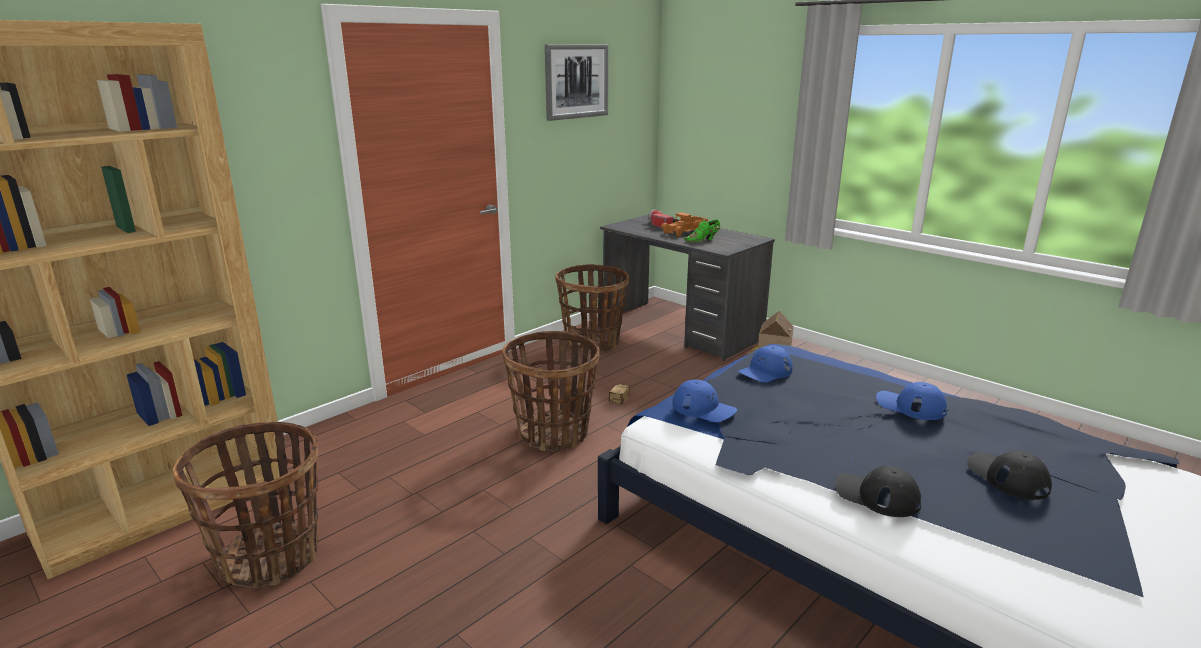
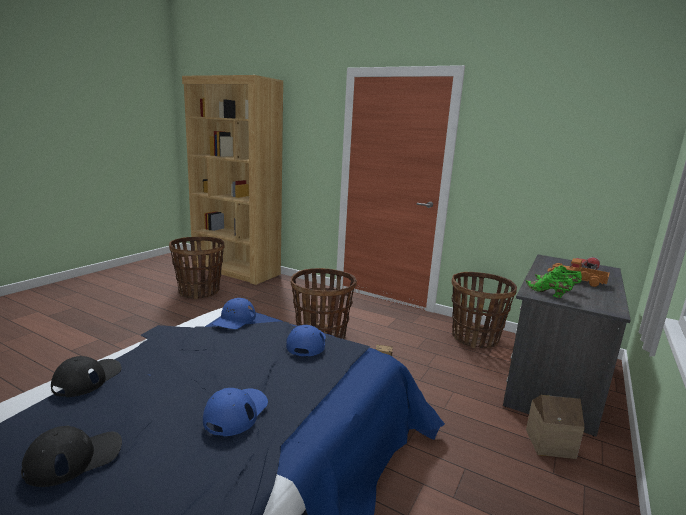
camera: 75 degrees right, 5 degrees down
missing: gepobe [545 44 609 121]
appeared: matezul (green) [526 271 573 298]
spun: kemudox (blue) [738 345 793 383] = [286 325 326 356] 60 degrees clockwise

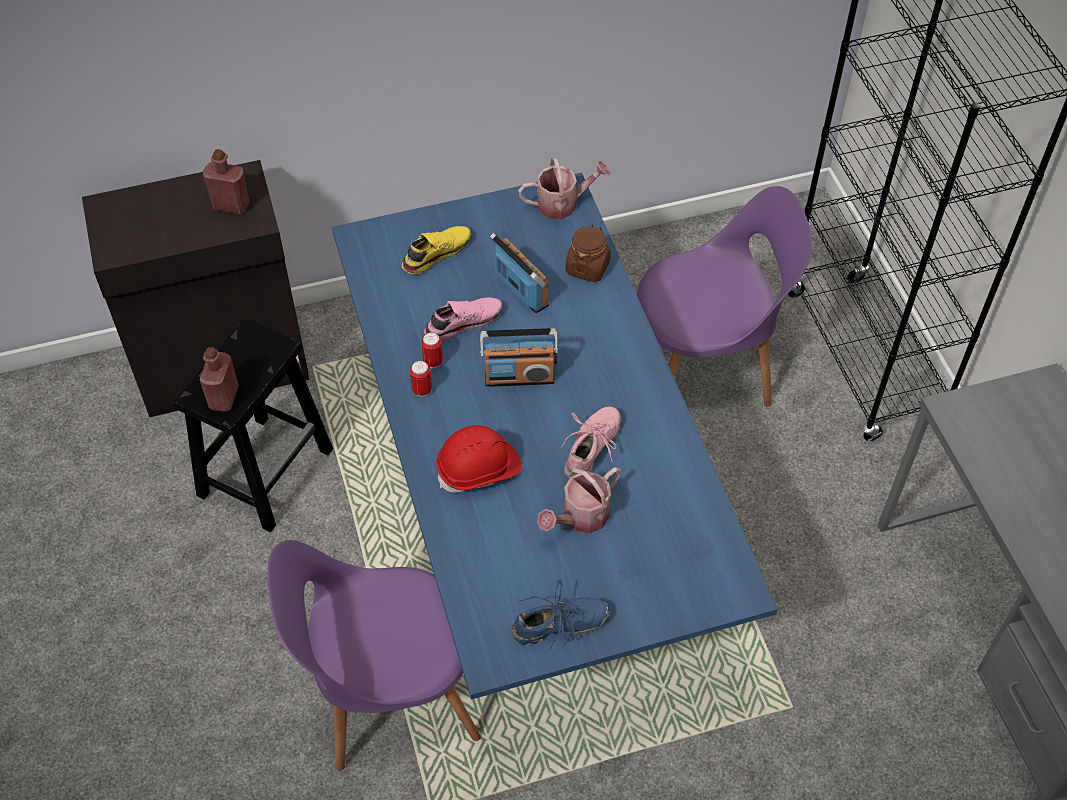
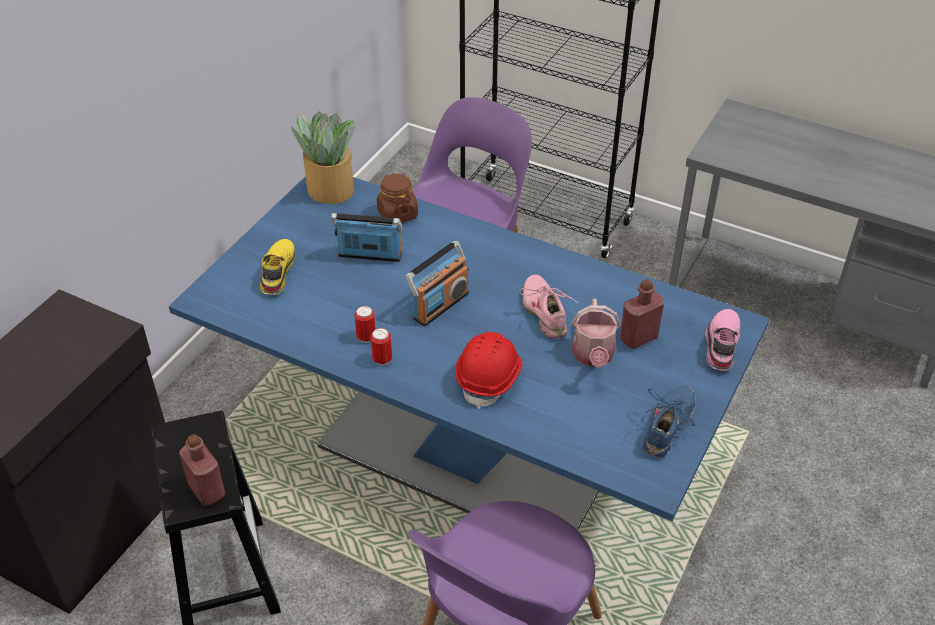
camera: 45 degrees left, 10 degrees down
relocated: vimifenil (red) [203 149 250 214] to [620 279 664 349]; matezul (pink) [424 297 502 342] to [705 309 740 371]
exchanged: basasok [518 157 610 219] to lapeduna [291 111 355 204]

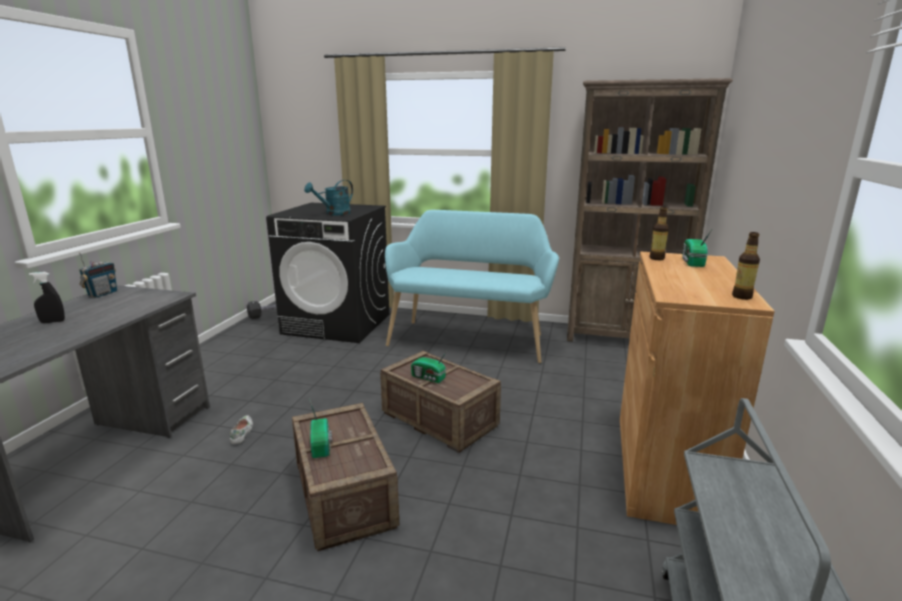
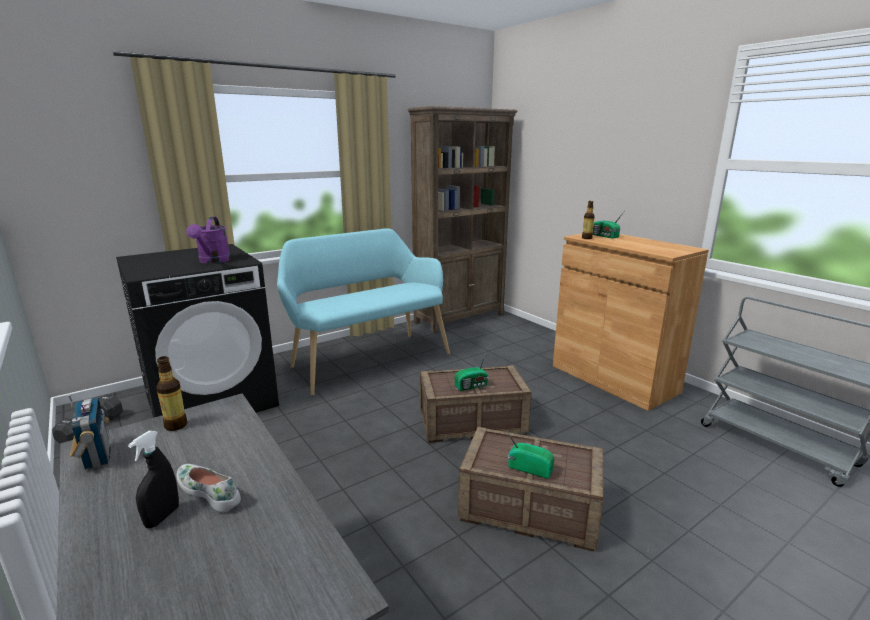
camera: 50 degrees left, 0 degrees up
relocated: vimifenil [732 232 760 300] to [156 356 188 431]; matezul (white) [230 416 253 444] to [176 464 241 512]
colour: basasok (turquoise) [304 180 353 215] to basasok (purple) [186 217 231 264]

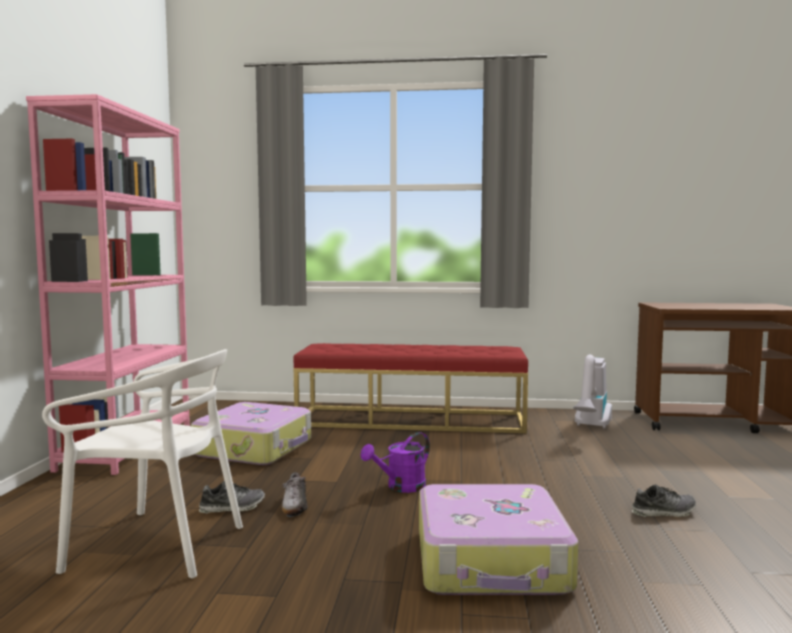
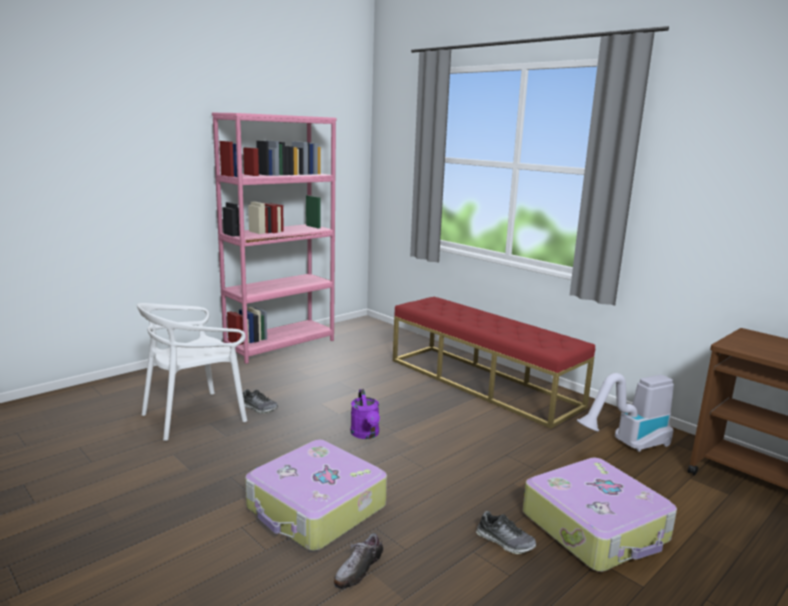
camera: 40 degrees right, 10 degrees up
relocated: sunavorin [191 402 311 465] to [523 457 677 572]; matezul [282 472 308 517] to [334 533 383 589]
spun: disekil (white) [42 349 243 578] = [137 303 247 441] 90 degrees clockwise; basasok (purple) [360 432 430 493] = [351 389 380 439] 105 degrees counterclockwise

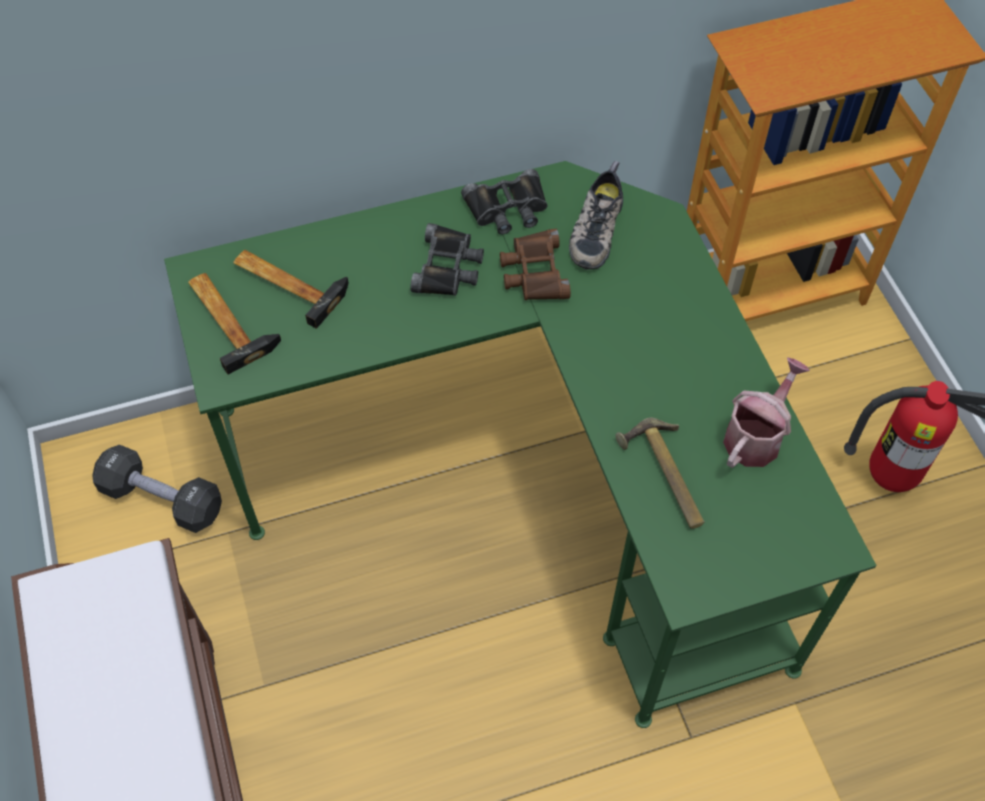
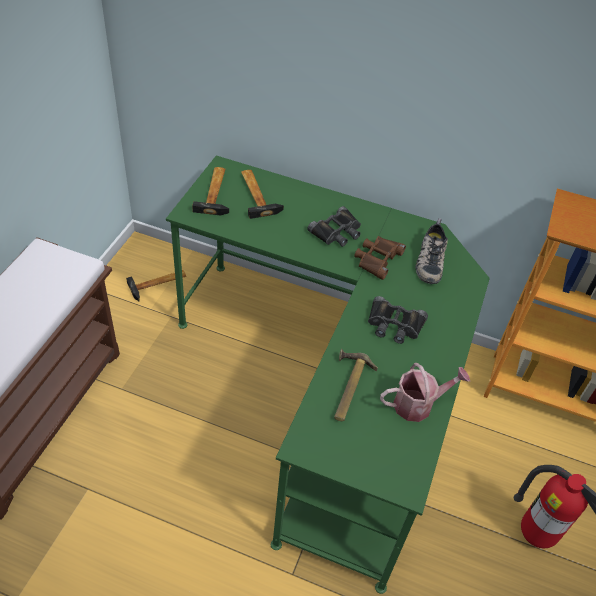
camera: 35 degrees right, 10 degrees down
relocated: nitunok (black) [461 169 548 234] to [368 296 428 344]
exchanged: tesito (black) [92 445 222 533] to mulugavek [126 270 186 301]
spun: matezul [569 161 623 270] = [415 218 448 284] 45 degrees counterclockwise

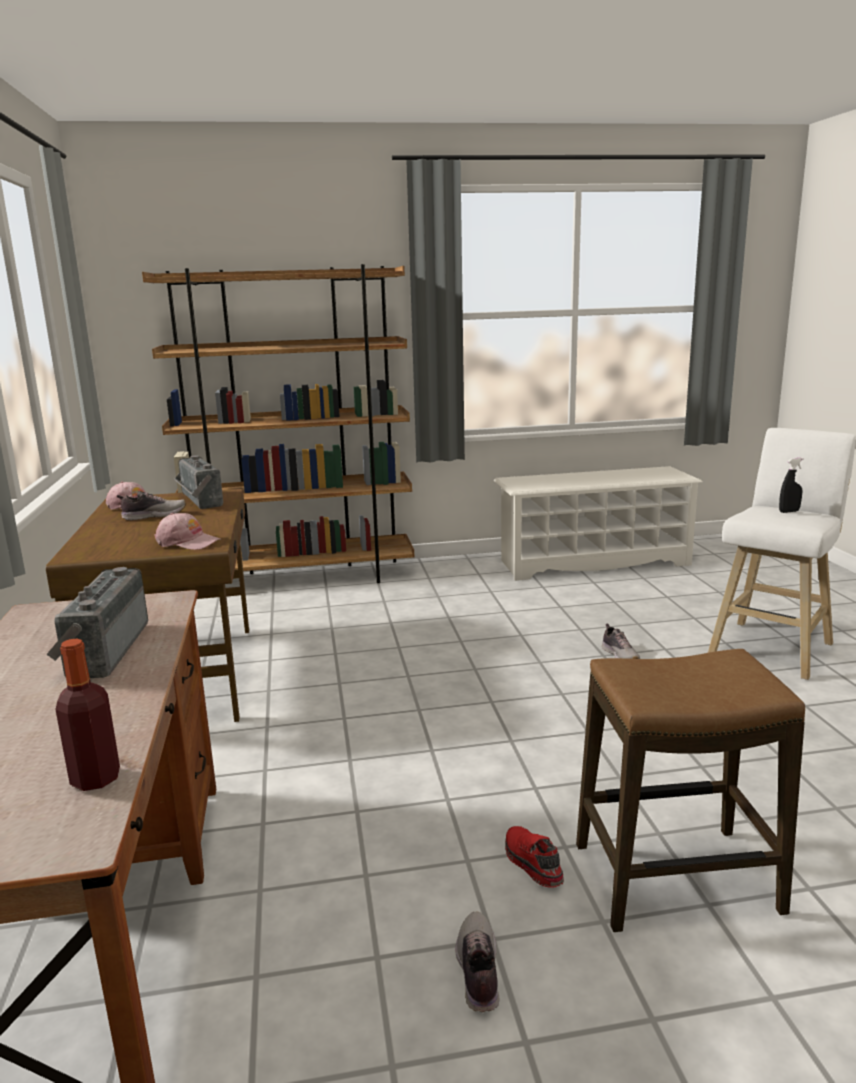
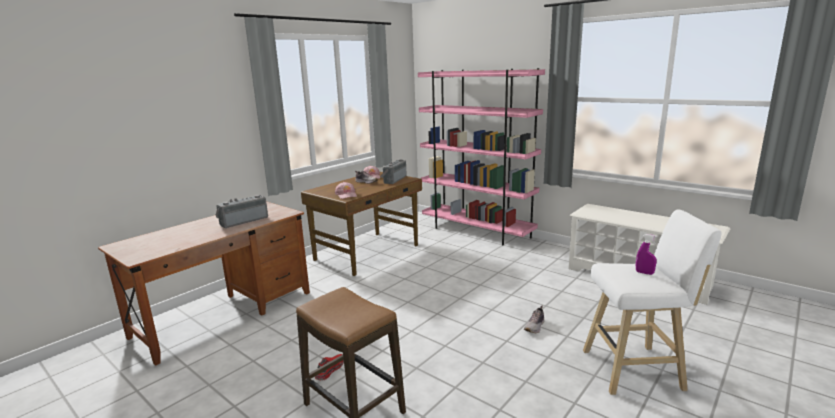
camera: 50 degrees right, 0 degrees up
missing: vimifenil [55 638 120 791]; matezul [455 912 499 1012]
colour: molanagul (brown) [142 264 414 583] to molanagul (pink) [418 68 545 245]; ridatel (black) [779 458 804 513] to ridatel (purple) [636 234 657 275]

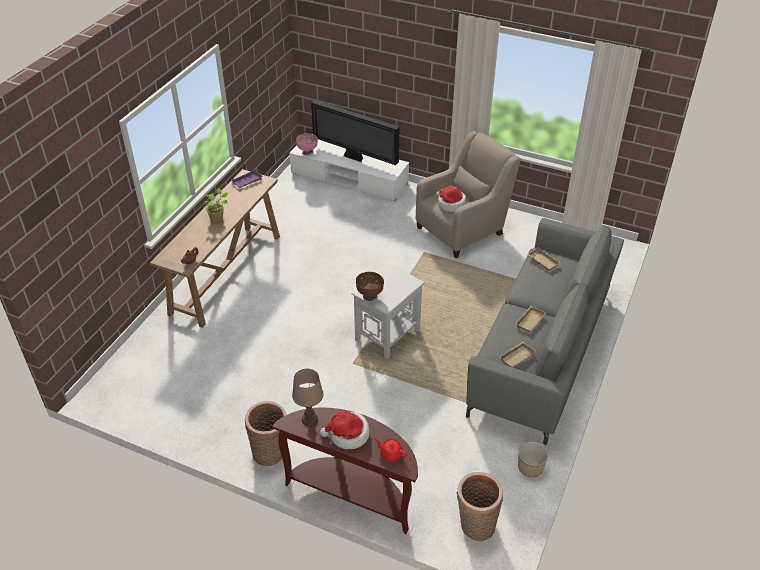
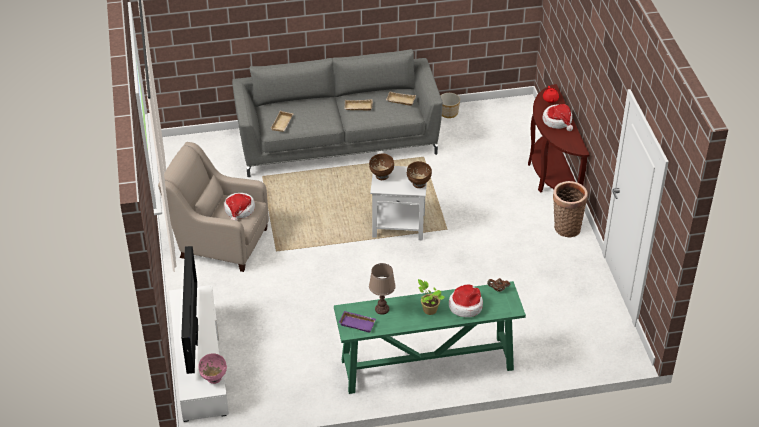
camera: 125 degrees left, 0 degrees up
missing: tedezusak [457 472 503 541]
appeared: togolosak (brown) [369 154 394 180]; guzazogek [449 285 483 317]
relocated: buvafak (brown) [292 369 324 426] to [369 263 396 315]
colour: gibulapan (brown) [150 169 280 328] to gibulapan (green) [334 281 526 394]

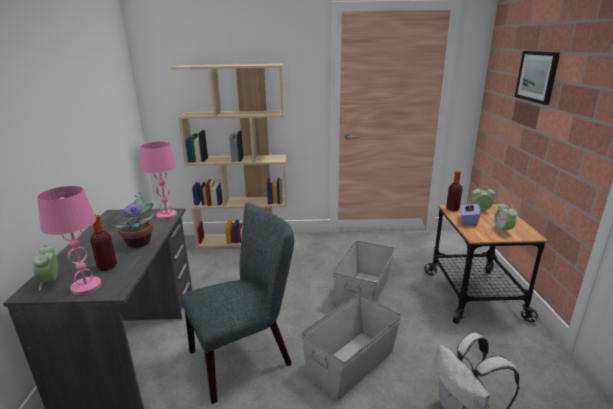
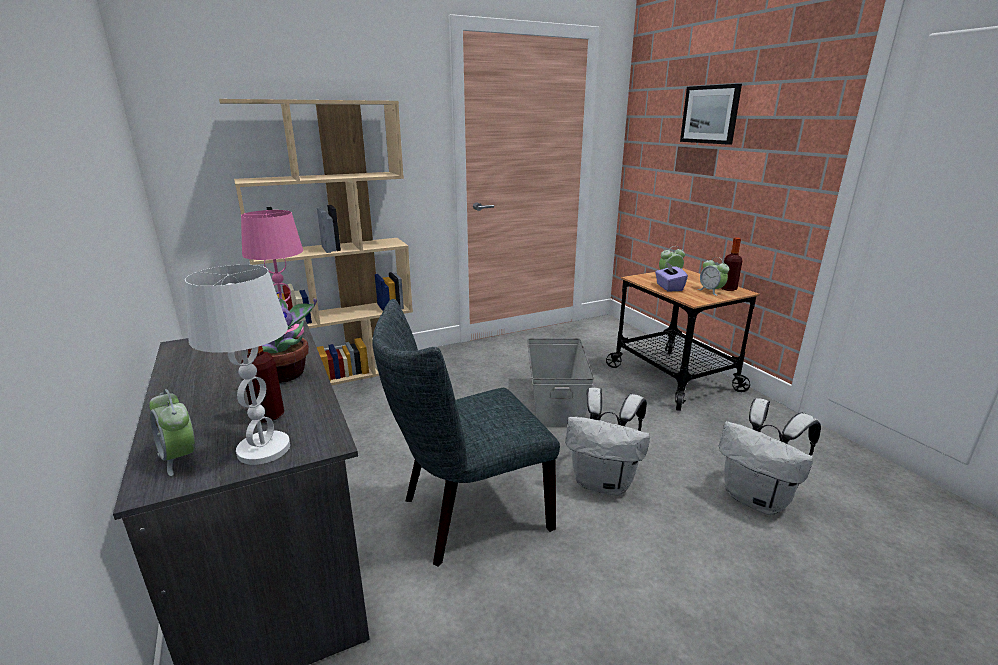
camera: 25 degrees left, 0 degrees up
relocated: vimifenil [446 171 463 211] to [721 237 743 291]
exchanged: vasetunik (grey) [301 293 402 400] to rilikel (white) [565 388 650 496]
colour: buvafak (pink) [37 186 102 295] to buvafak (white) [185 265 290 465]
spun: disekil (grey) [181 202 294 404] = [372 299 560 567] 150 degrees counterclockwise

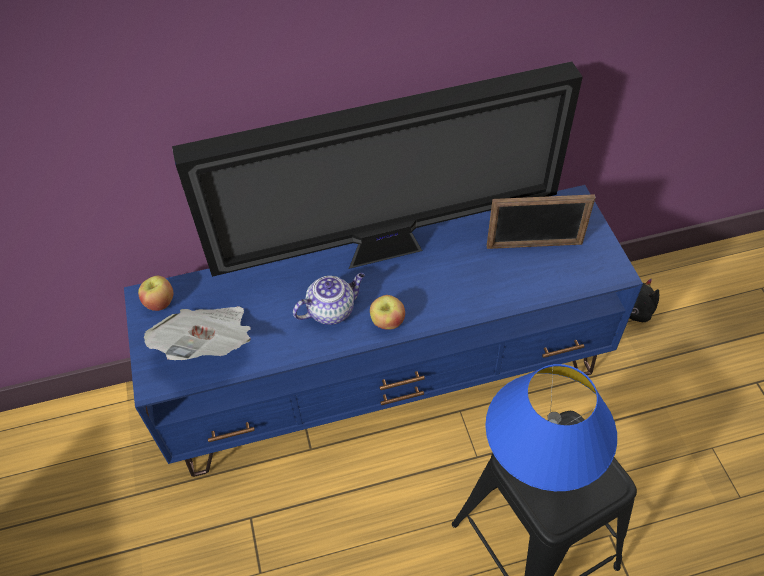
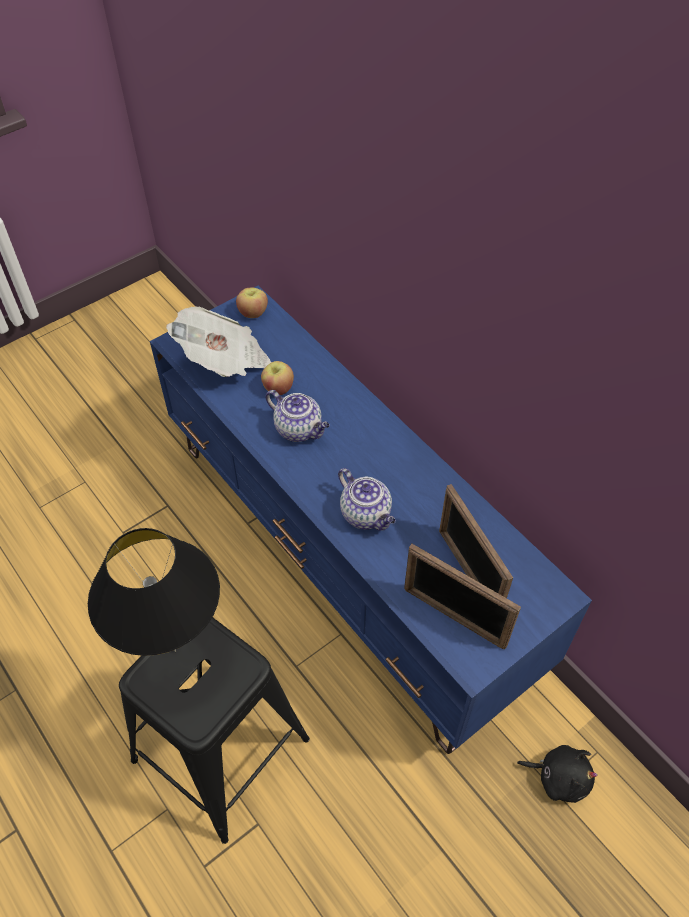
camera: 65 degrees right, 0 degrees up
missing: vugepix [172 62 583 277]
appeared: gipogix [338 468 396 531]; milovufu [404 544 521 650]
relocated: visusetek [370 295 405 330] to [261 361 294 395]
colour: buvafak (blue) [485 364 617 491] to buvafak (black) [88 528 220 656]

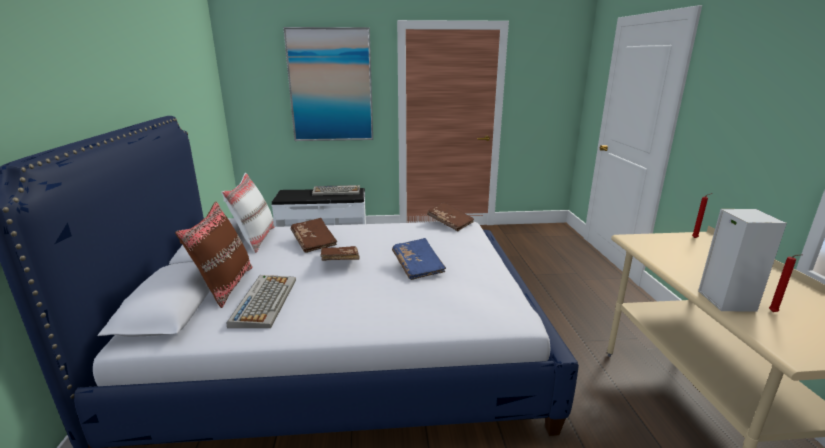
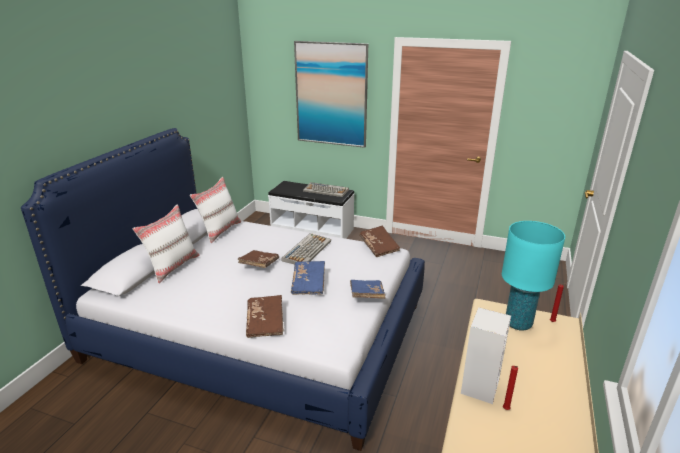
camera: 25 degrees right, 5 degrees up
appeared: buvafak (turquoise) [502 221 565 331]; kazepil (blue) [350 280 386 299]
relocated: kazepil (brown) [291 218 337 253] to [246 295 284 338]; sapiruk [226 275 296 328] to [281 233 331 265]
colour: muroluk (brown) [175 202 253 308] to muroluk (white) [132 204 200 283]

